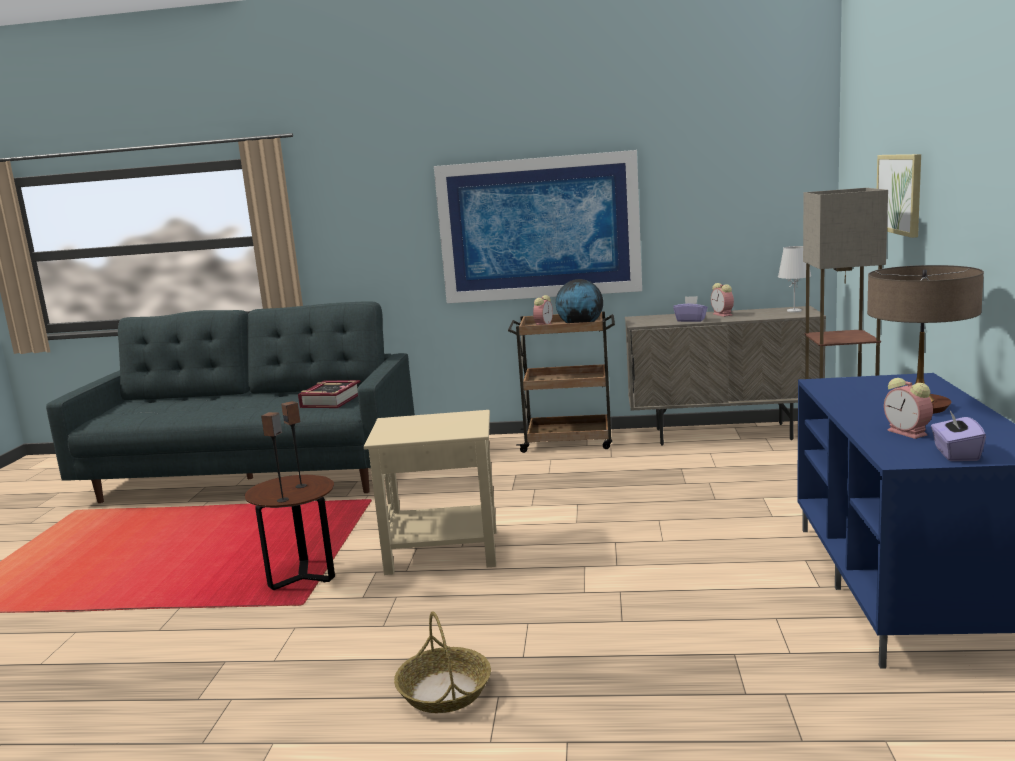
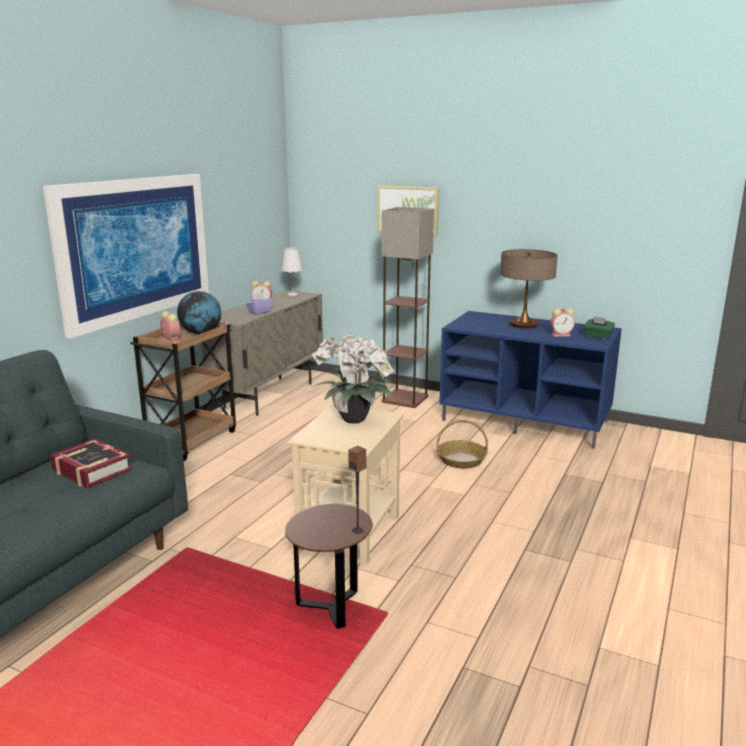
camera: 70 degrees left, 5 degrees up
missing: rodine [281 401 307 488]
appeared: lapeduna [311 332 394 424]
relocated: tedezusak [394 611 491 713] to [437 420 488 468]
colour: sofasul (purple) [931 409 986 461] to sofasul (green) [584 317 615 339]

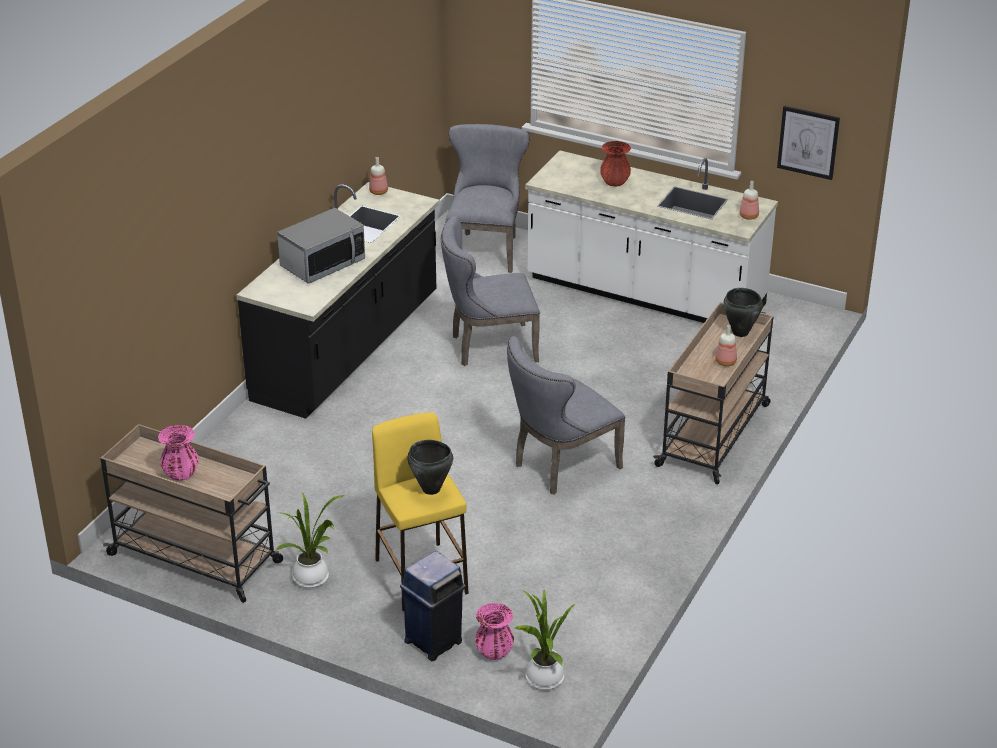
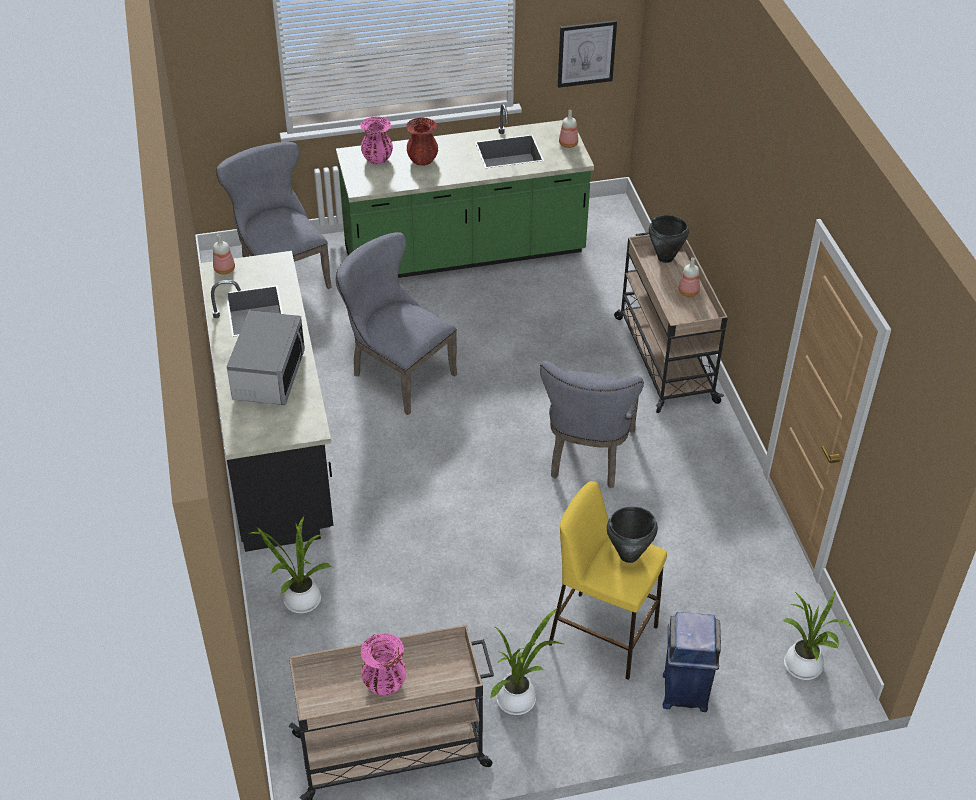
camera: 40 degrees left, 10 degrees up
appeared: lapeduna [249 516 332 613]
relocated: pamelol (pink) [475 603 514 660] to [360 116 393 164]
colour: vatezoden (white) [525 151 778 323] to vatezoden (green) [336 104 594 278]
spun: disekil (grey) [441 216 540 366] = [336 232 457 415] 90 degrees clockwise

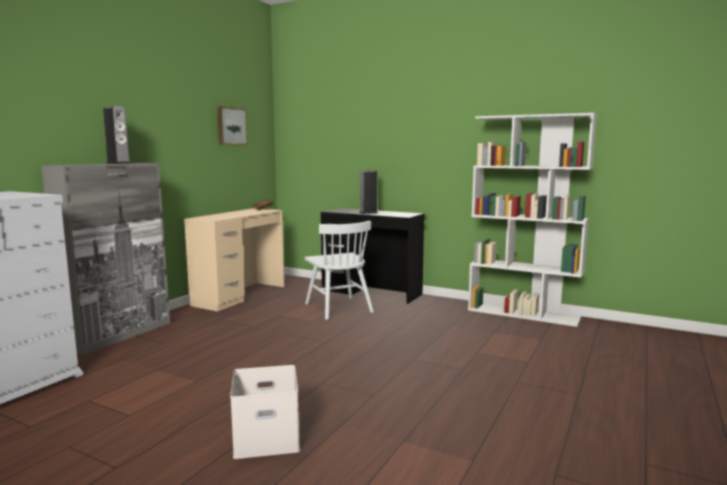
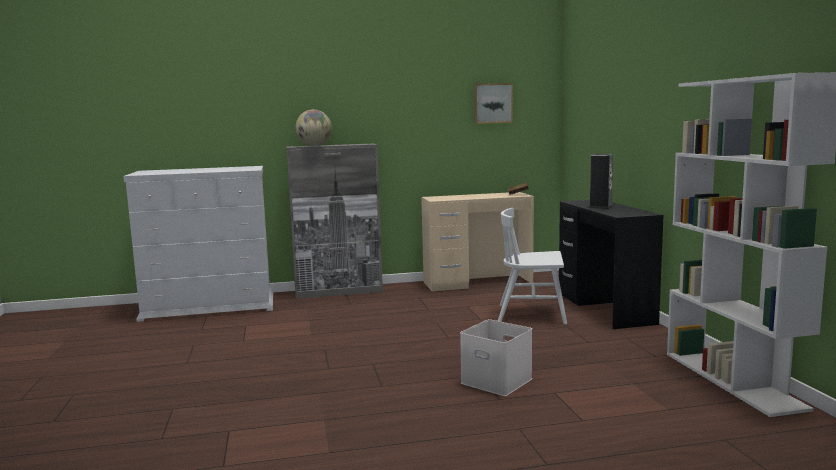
camera: 50 degrees right, 0 degrees up
missing: rodine [103 106 131 164]
appeared: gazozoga [295 110 332 146]
relocated: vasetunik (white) [230 365 300 459] to [460 319 532 396]
spun: disekil (white) [304 221 374 320] = [498 208 567 324] 75 degrees clockwise

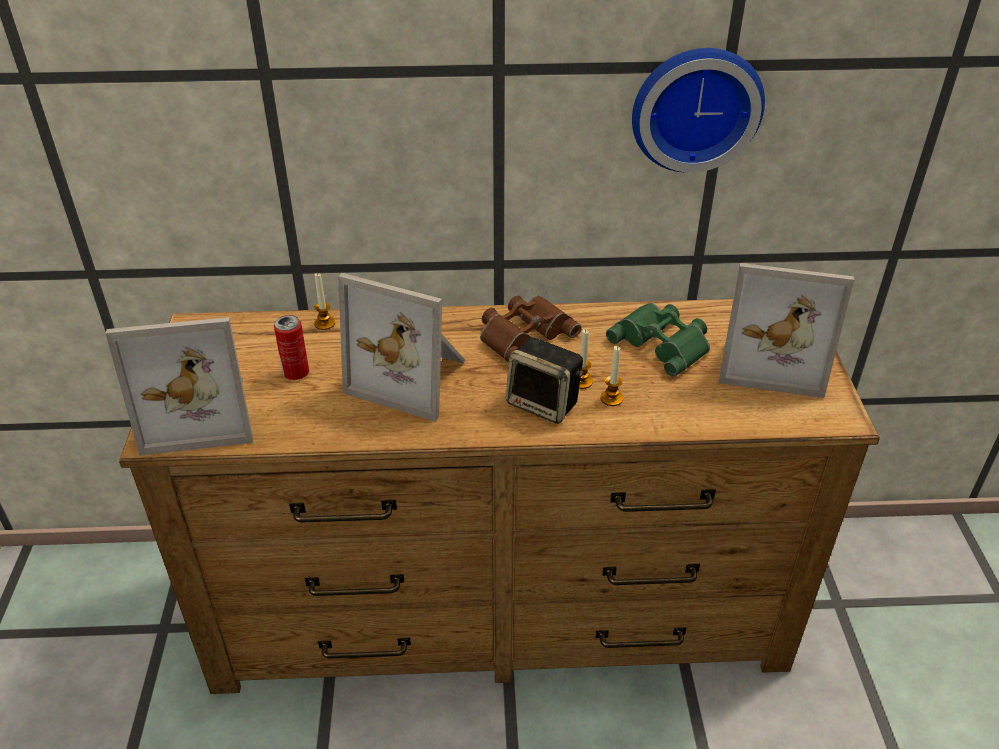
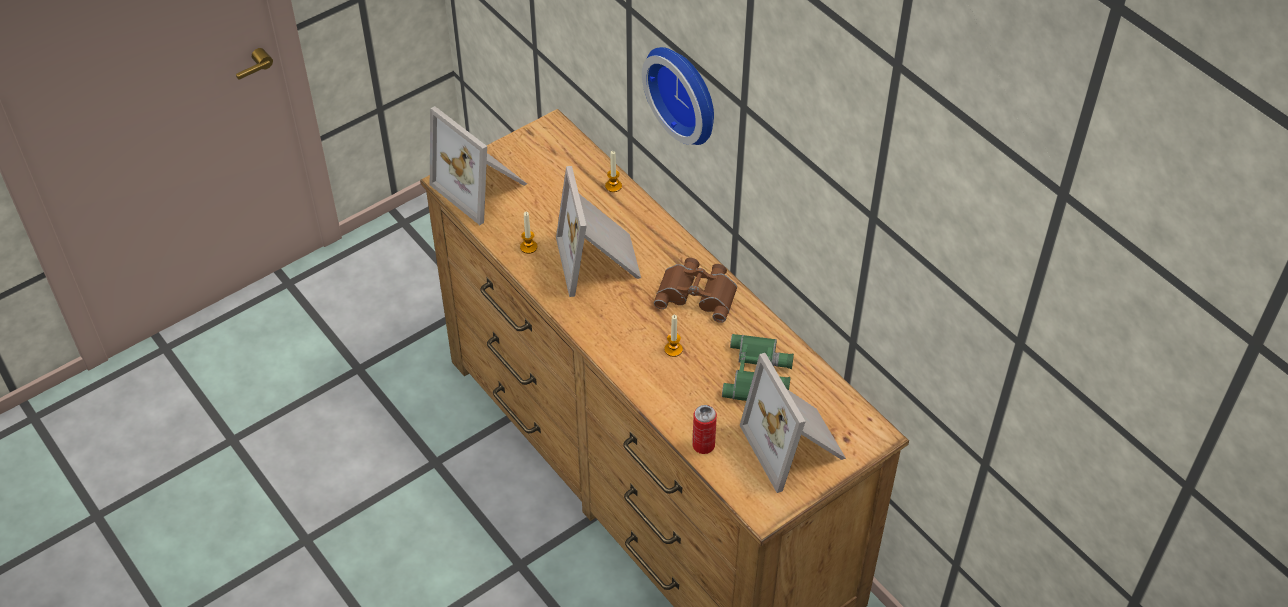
camera: 55 degrees right, 10 degrees up
missing: rodine [506 337 584 424]
relocated: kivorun [632 48 765 173] to [642 47 714 145]; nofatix [274 315 309 380] to [692 405 717 454]; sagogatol [600 346 623 406] to [520 212 538 254]

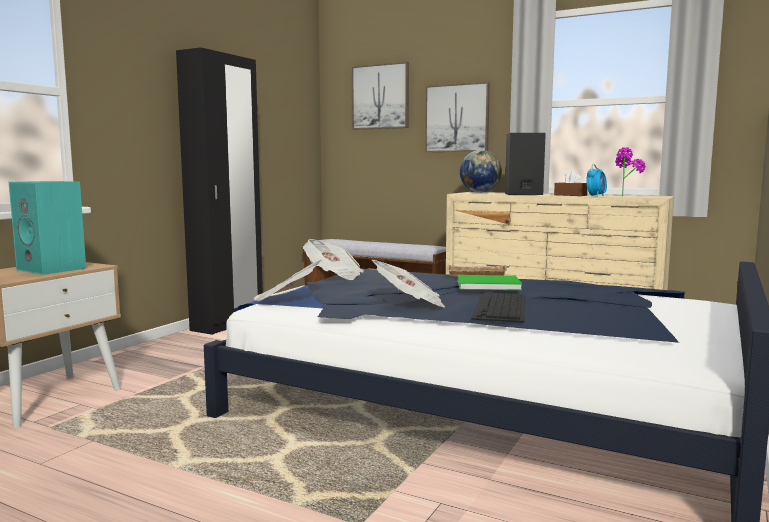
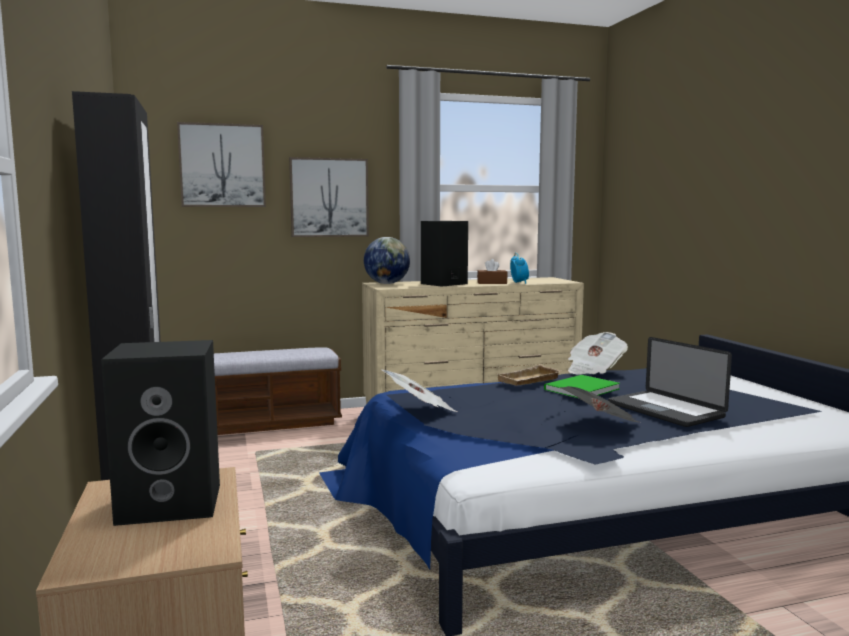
camera: 45 degrees left, 0 degrees up
missing: lapeduna [615 147 646 197]
relocated: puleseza [254 260 323 302] to [568 332 628 374]
exchanged: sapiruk [471 293 526 323] to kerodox [608 337 732 427]
colour: rodine (turquoise) [9 181 86 275] to rodine (black) [101 340 220 526]

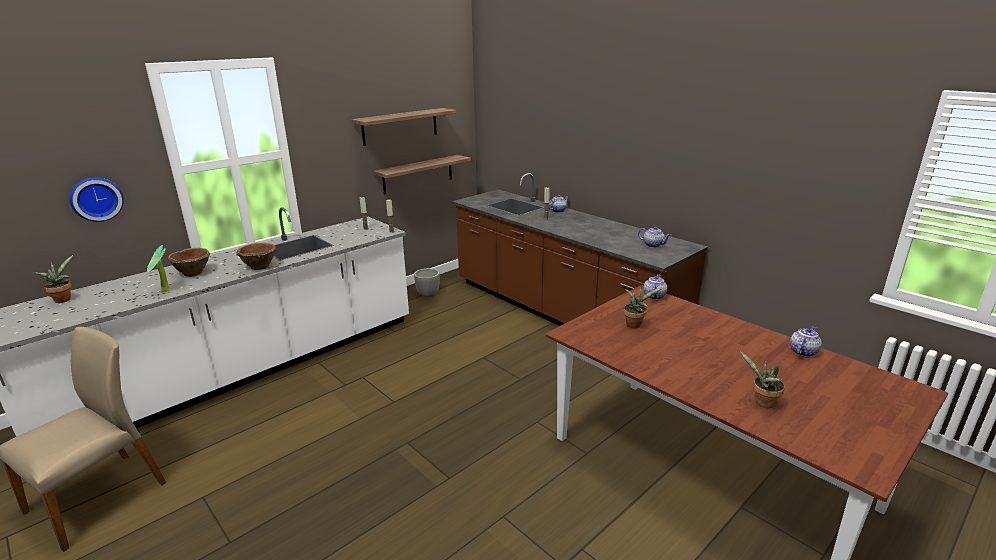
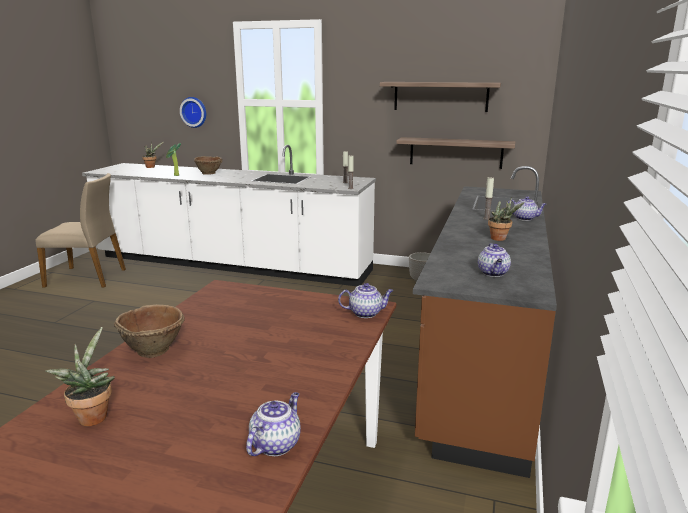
camera: 60 degrees right, 5 degrees down
relocated: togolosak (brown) [236 243 276 270] to [114 304 184 358]; lapeduna [623 285 663 329] to [488 197 524 241]
spun: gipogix [790 326 822 357] = [246 392 301 456] 75 degrees counterclockwise

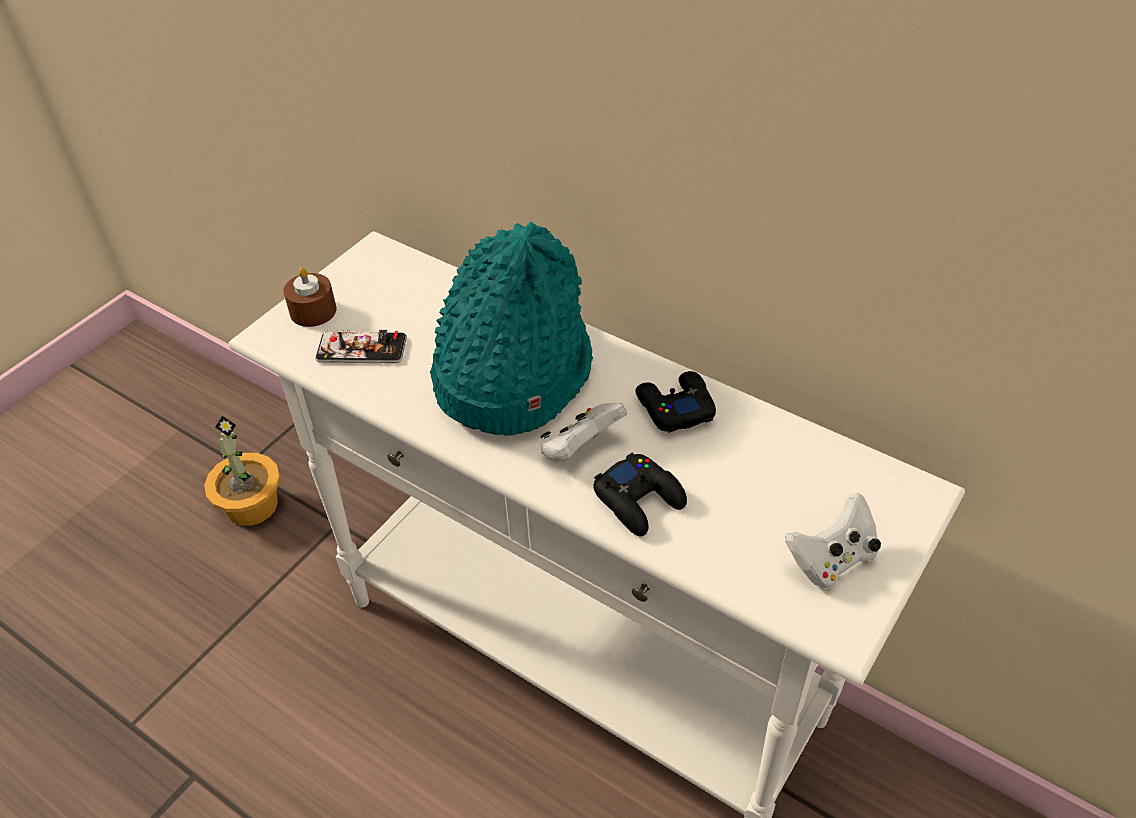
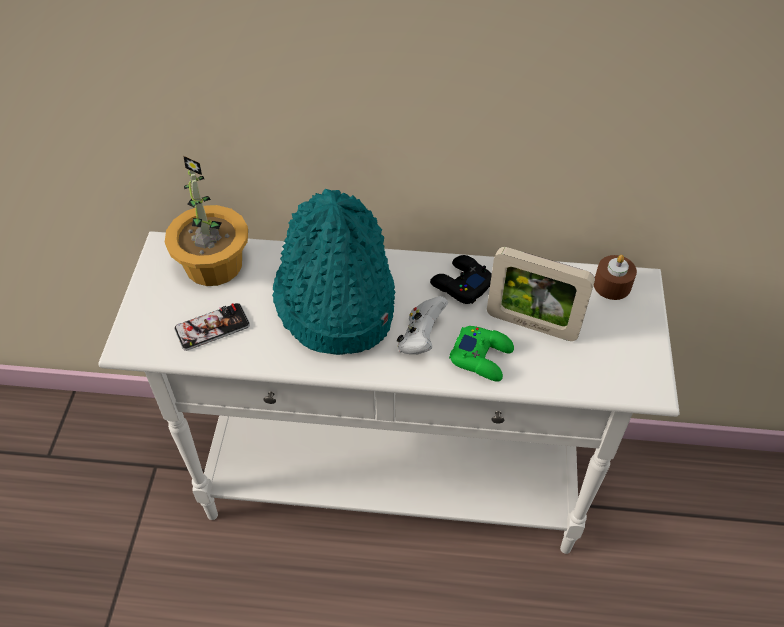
camera: 30 degrees left, 5 degrees up
missing: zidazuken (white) [785 493 881 589]
appeared: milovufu [487 247 595 341]
relocated: sagogatol (brown) [283 267 337 327] to [594 255 637 300]; lapeduna [204 416 280 526] to [165 156 248 286]
colour: zidazuken (black) [593 452 687 536] to zidazuken (green) [449 326 514 382]

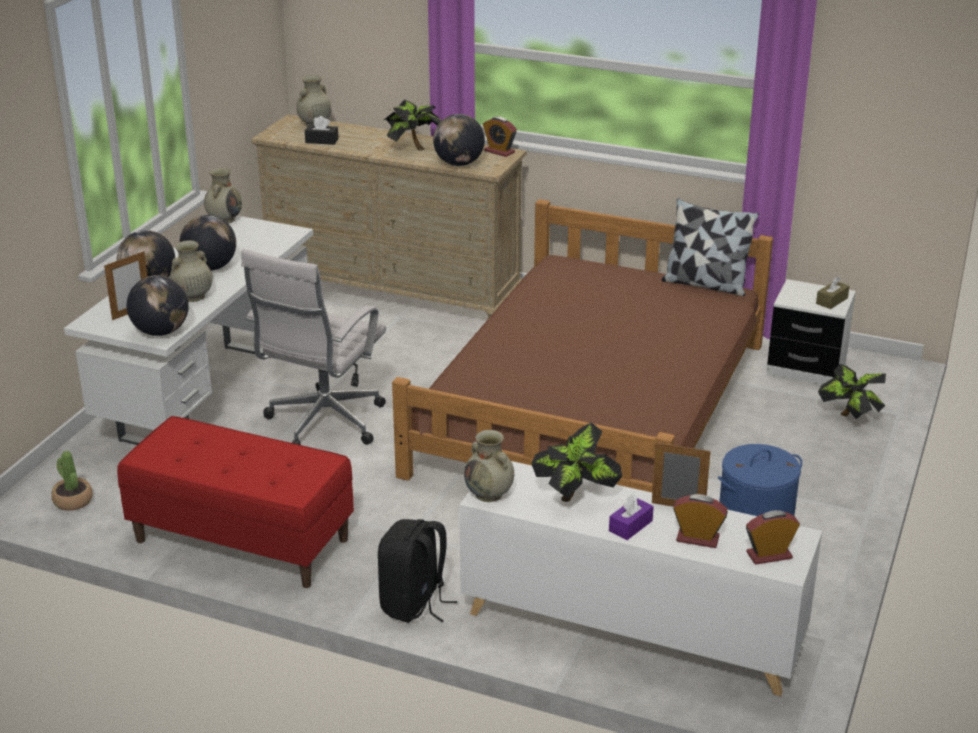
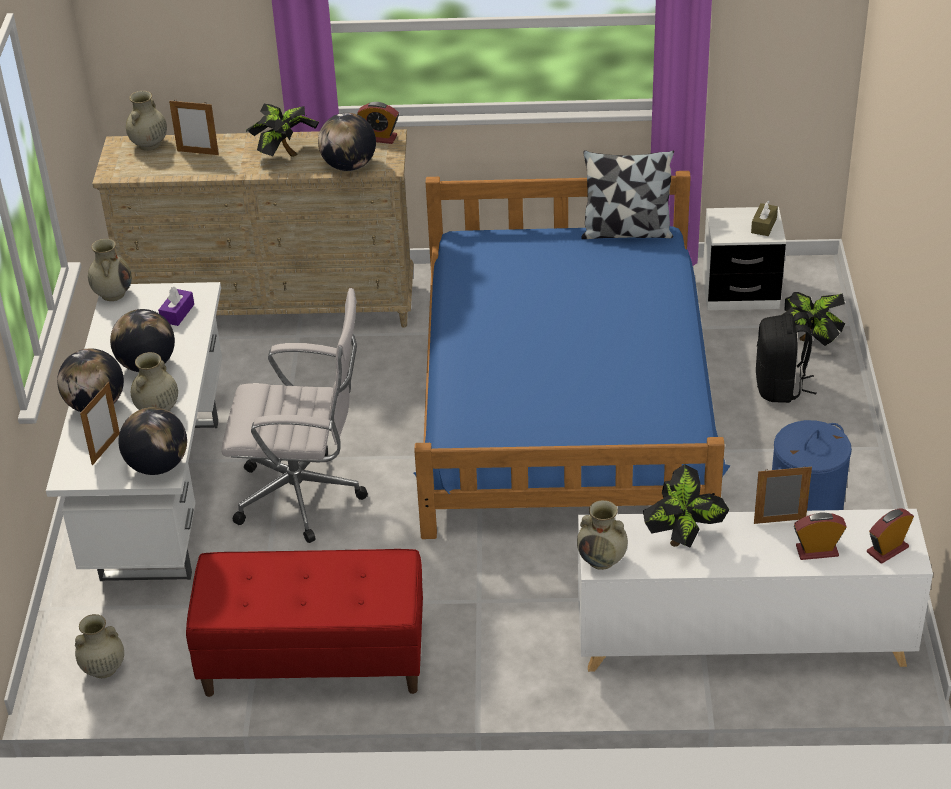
camera: 20 degrees left, 10 degrees up
missing: sofasul (black) [305 116 338 145]
appeared: milovufu [169 100 219 155]
relocated: sofasul (purple) [609 494 654 540] to [158 287 194 326]; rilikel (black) [378 519 457 623] to [756 312 817 403]
exchanged: lapeduna [51 451 93 511] to pamelol (beige) [75 614 124 678]
colour: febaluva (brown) [392 199 773 492] to febaluva (blue) [414 171 730 539]
spun: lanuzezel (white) [241 249 386 445] = [221 288 368 543] 90 degrees counterclockwise

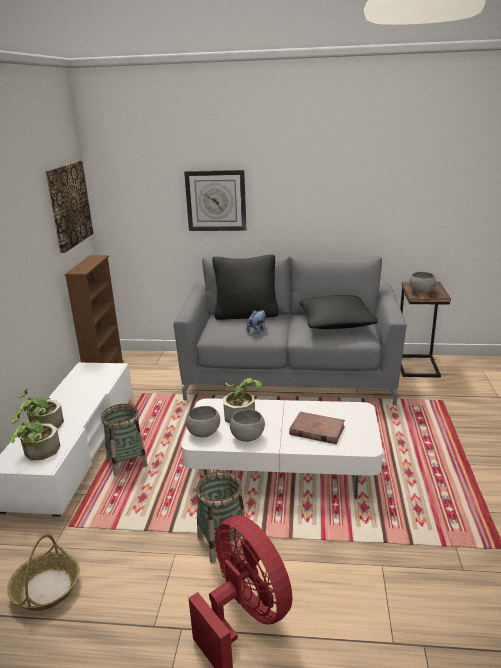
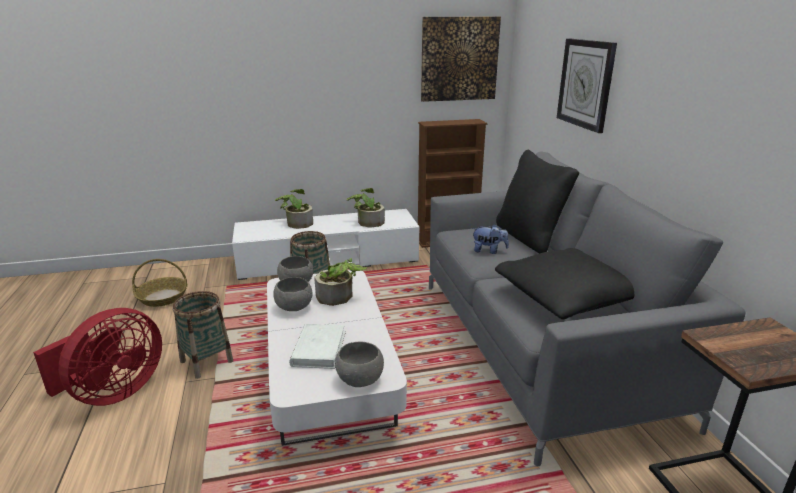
camera: 70 degrees right, 0 degrees up
relocated: togolosak (grey) [409 272 436 294] to [335 341 384 387]; lapeduna [9 413 60 460] to [346 188 385 228]
colour: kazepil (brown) [289 412 345 444] to kazepil (white) [289 324 346 369]

